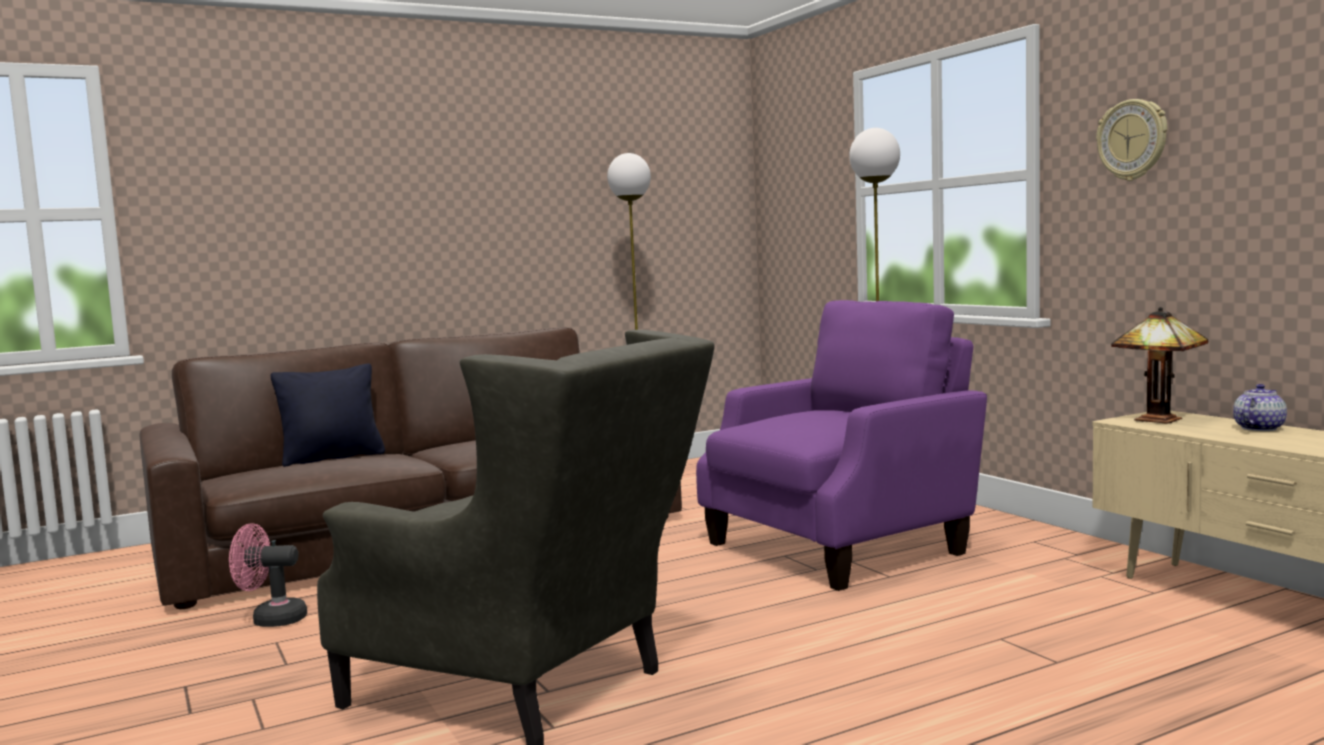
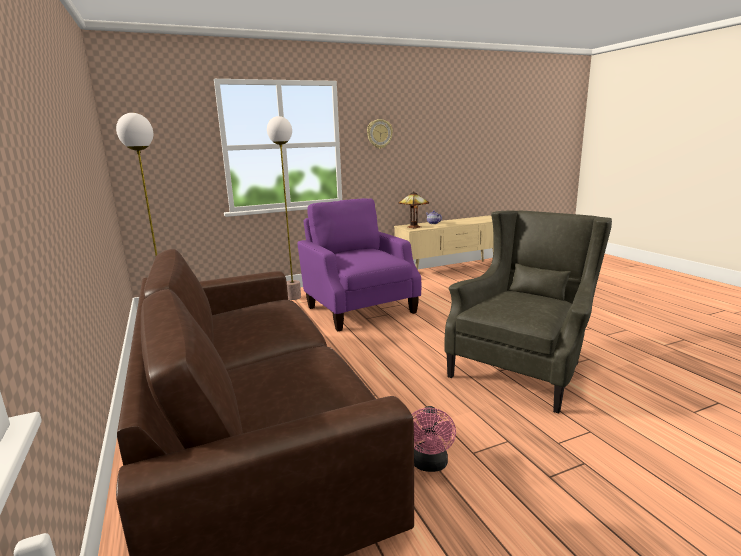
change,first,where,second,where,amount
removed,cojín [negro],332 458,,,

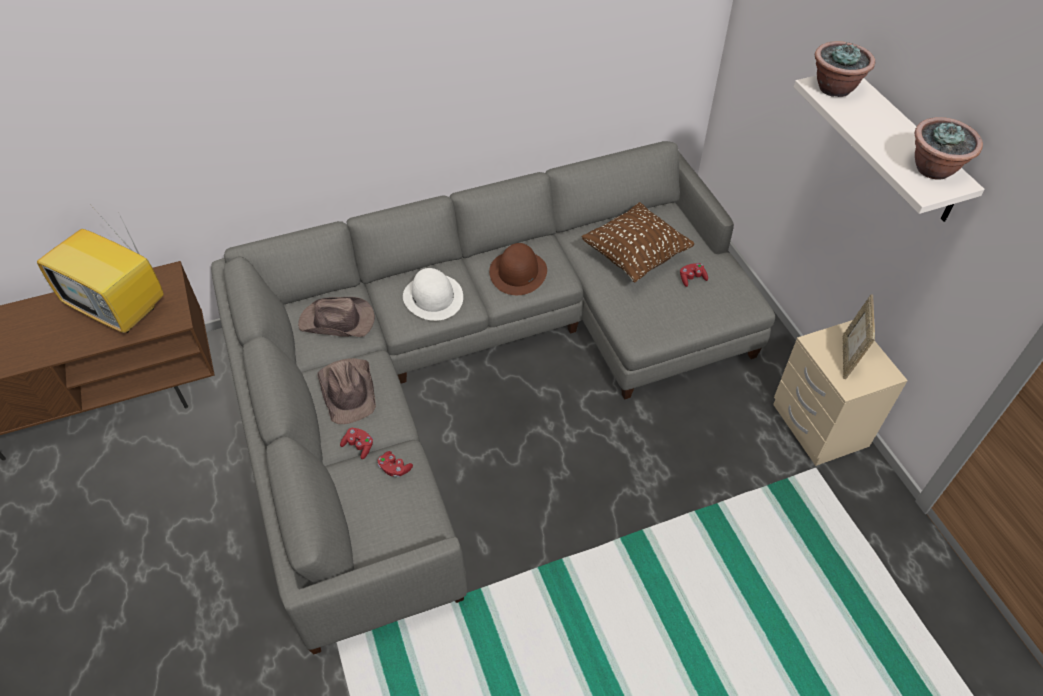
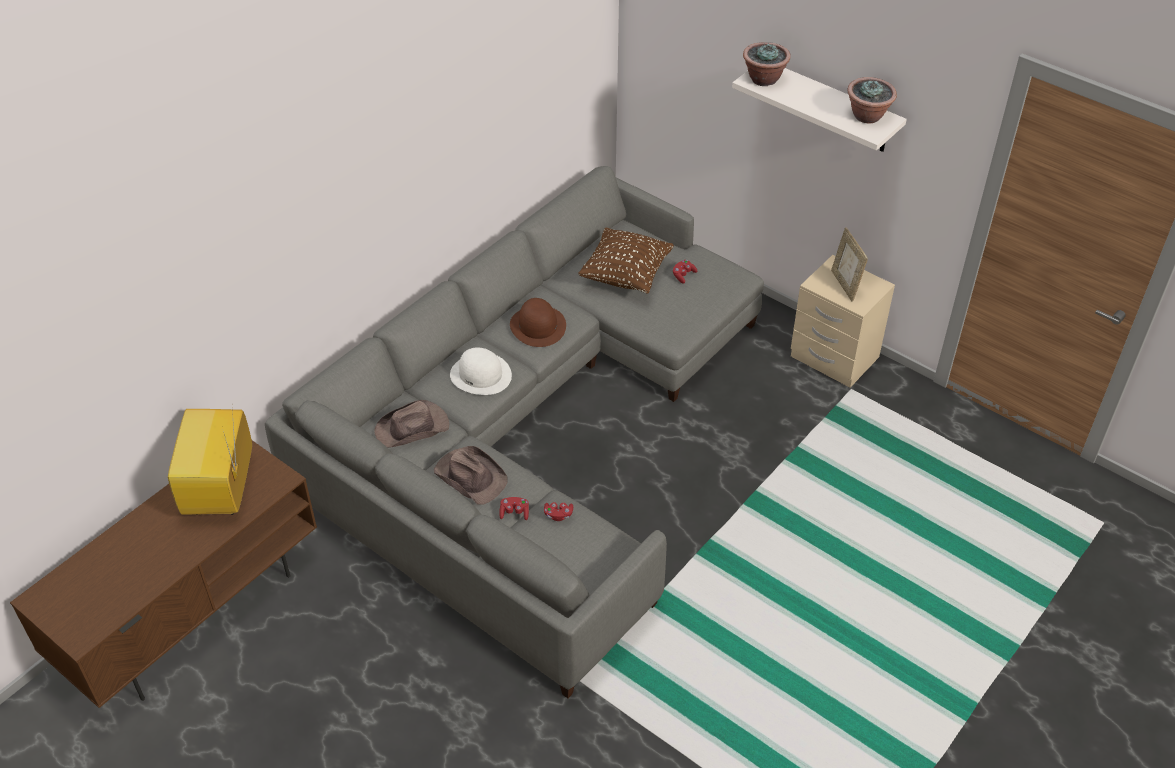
change,first,where,second,where,amount
turned,televisor,121 308,,221 491,90 degrees clockwise

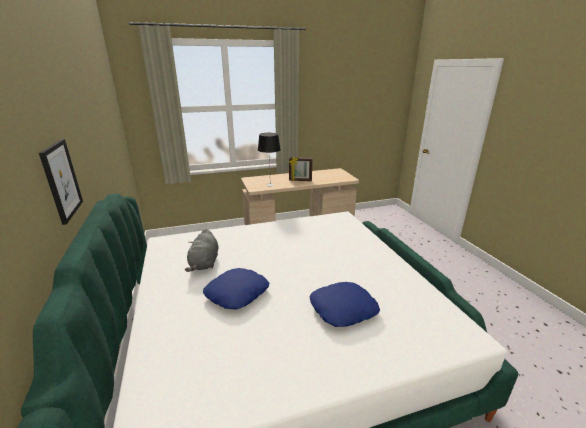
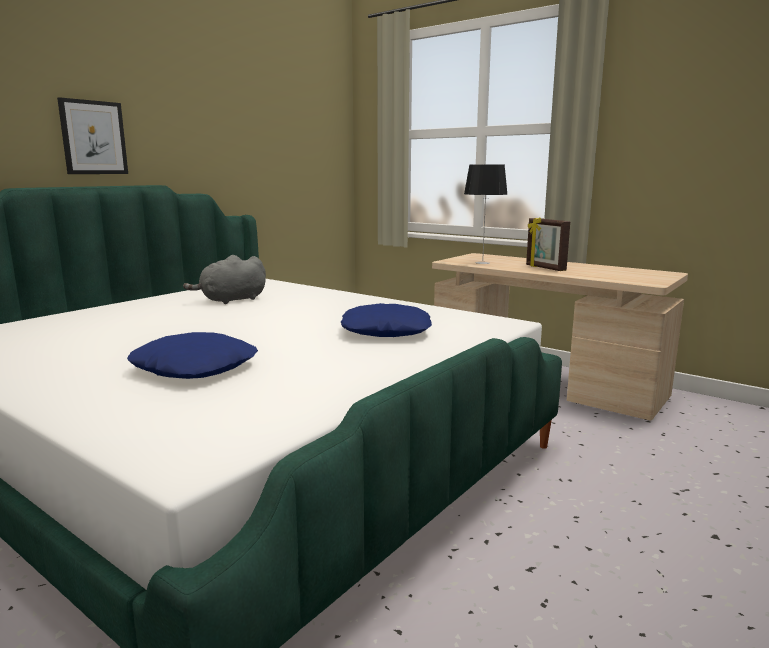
change,first,where,second,where,amount
moved,cojín [azul],236 293,,386 331,

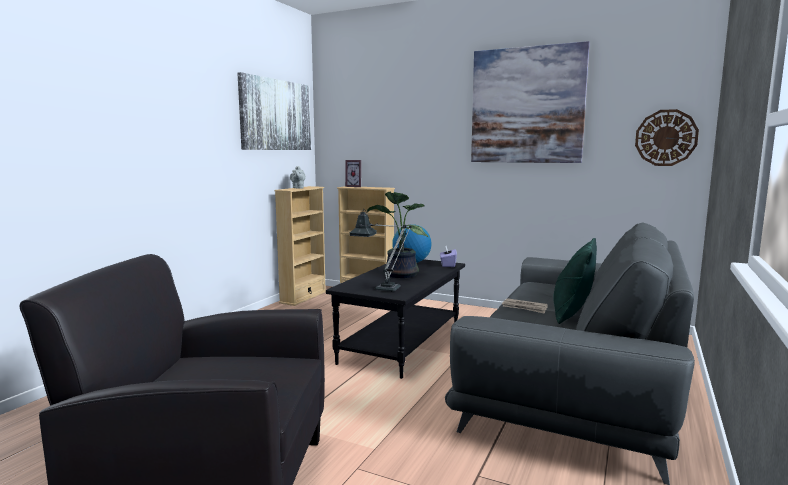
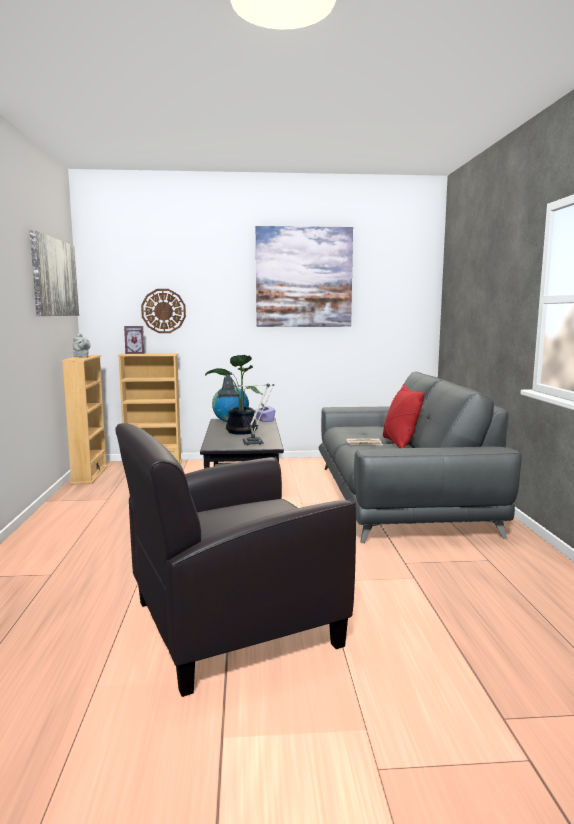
change,first,where,second,where,amount
moved,reloj de pared,666 138,,163 311,
recoloured,cojín [verde],572 314,cojín [rojo],399 443,

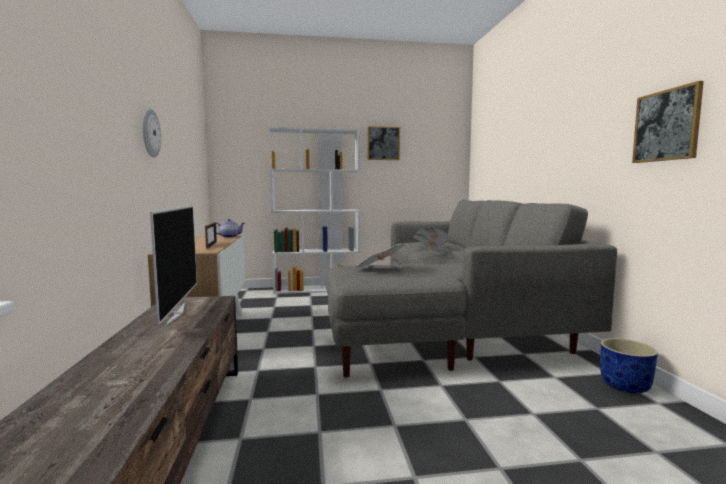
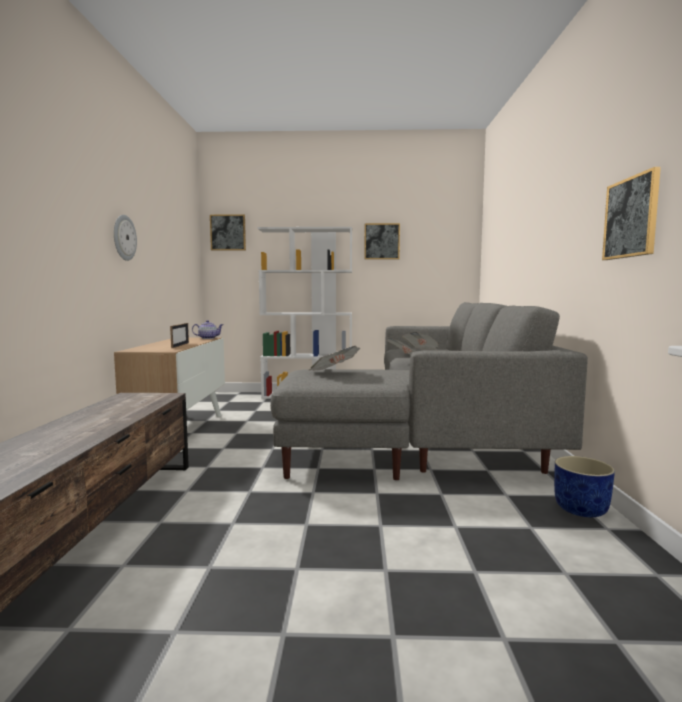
change,first,where,second,where,amount
added,,,cuadro,228 232,
removed,televisor,174 314,,,

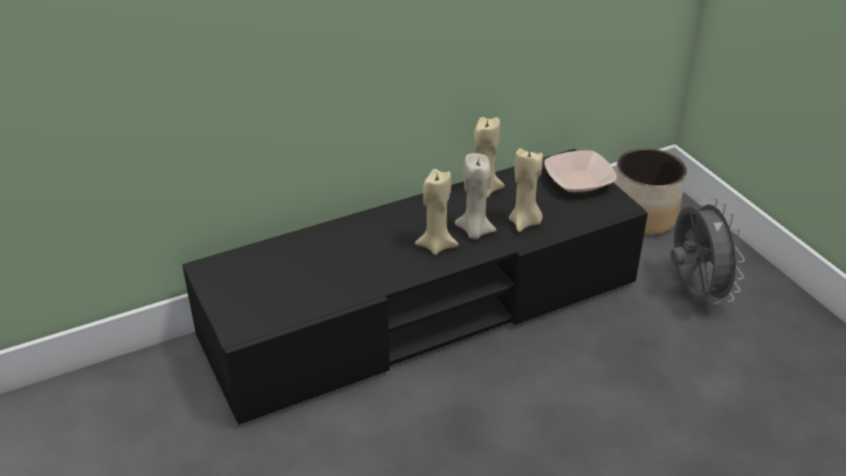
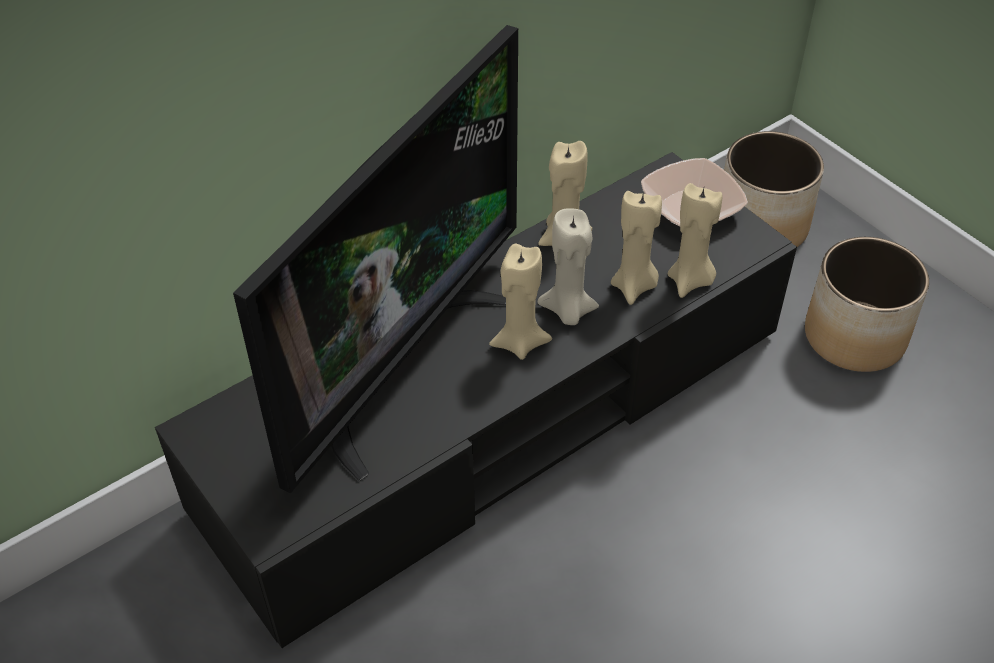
change,first,where,second,where,amount
added,,,televisor,396 364,
added,,,vela [beis],690 281,
replaced,ventilador [gris],693 293,maceta,853 336,

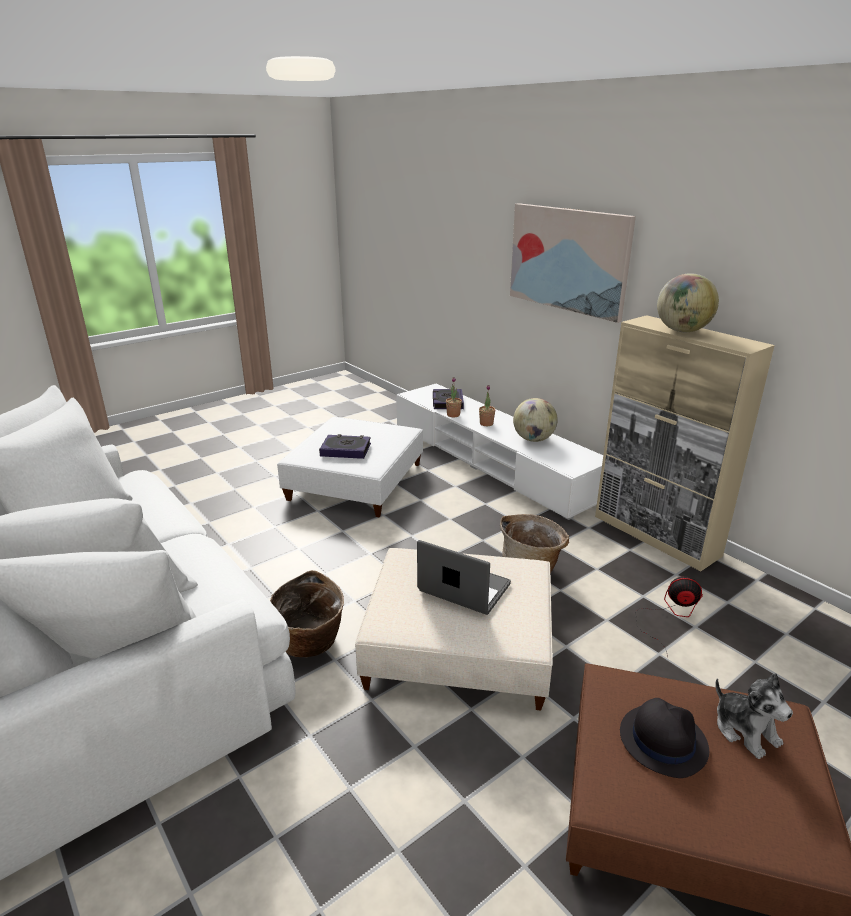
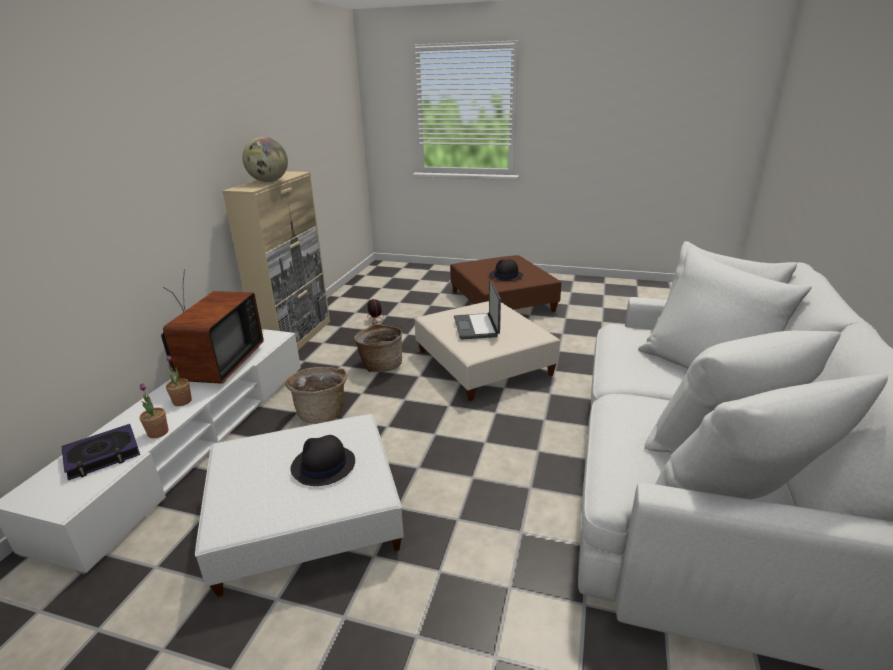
change,first,where,second,where,amount
replaced,globo terráqueo,533 439,televisor,217 365,
moved,cesta,311 643,,322 412,
replaced,libro,345 450,sombrero [negro],323 465,
removed,cuadro,568 259,,,
removed,peluche,745 730,,,

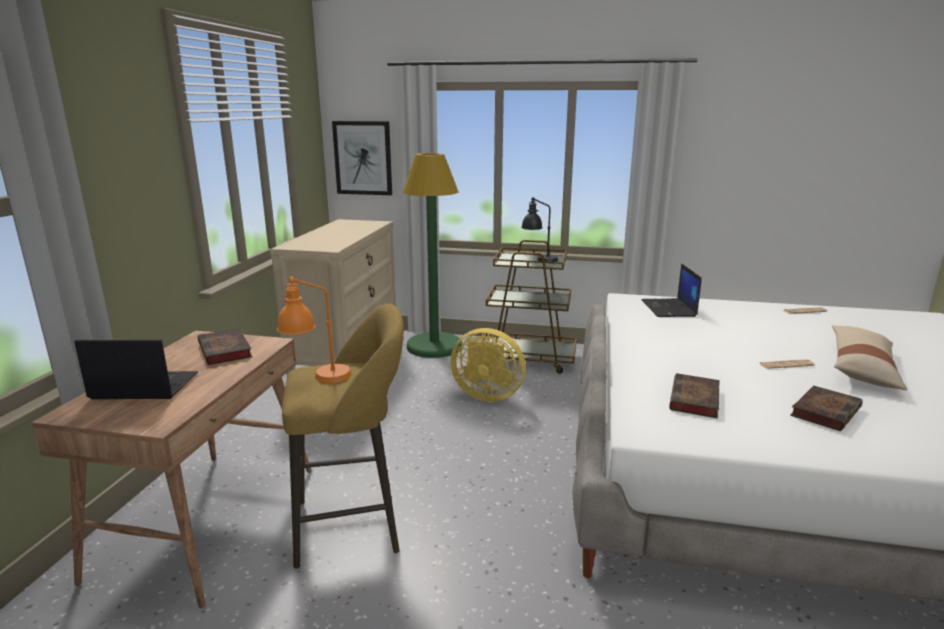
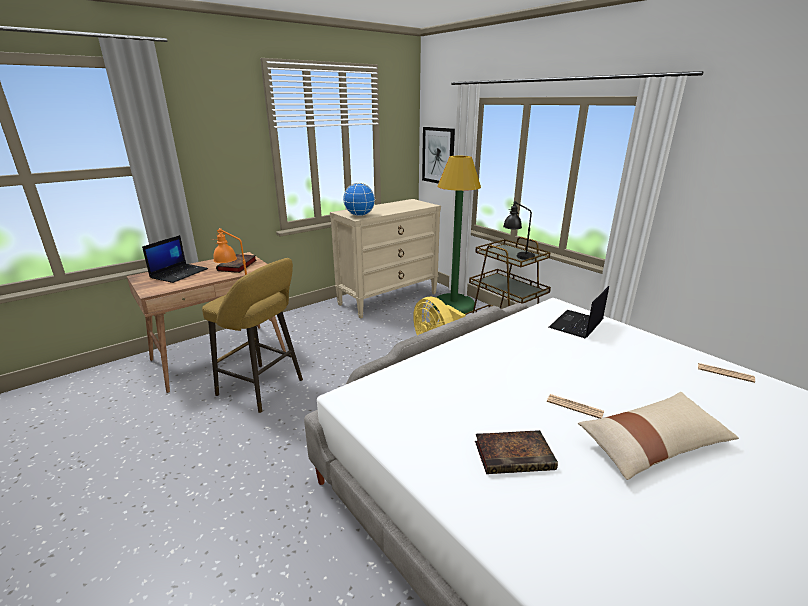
change,first,where,second,where,amount
turned,portátil,143 387,,179 273,75 degrees clockwise
added,,,globo terráqueo,359 215,
removed,libro,695 400,,,

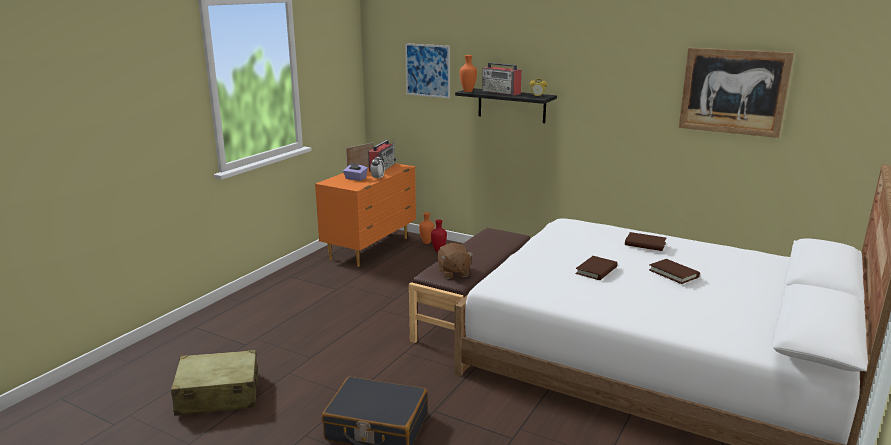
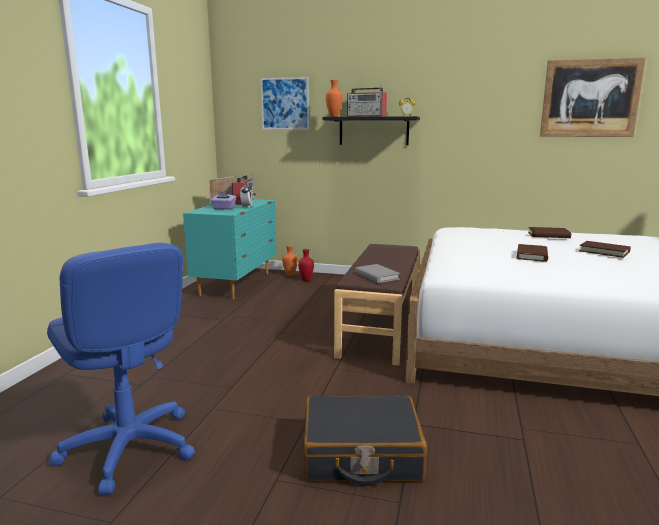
change,first,where,second,where,amount
replaced,maleta [beis],218 395,silla de oficina [azul],129 448,
recoloured,cómoda [naranja],371 248,cómoda [turquesa],237 284,
replaced,peluche [marrón],453 273,libro [gris],376 276,

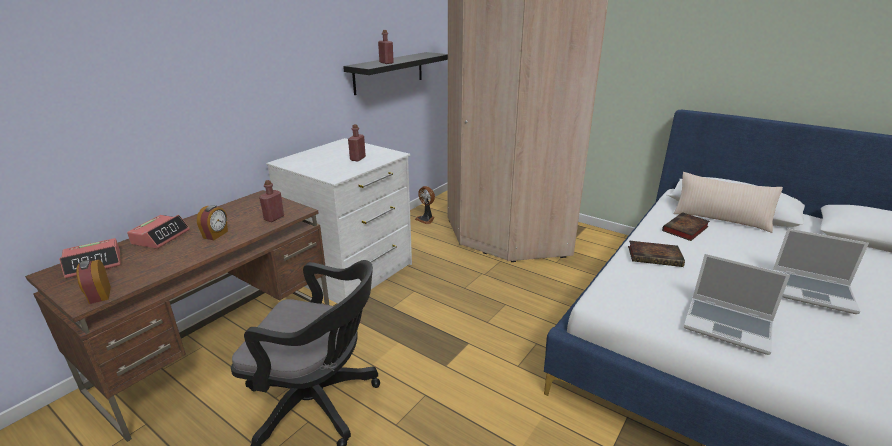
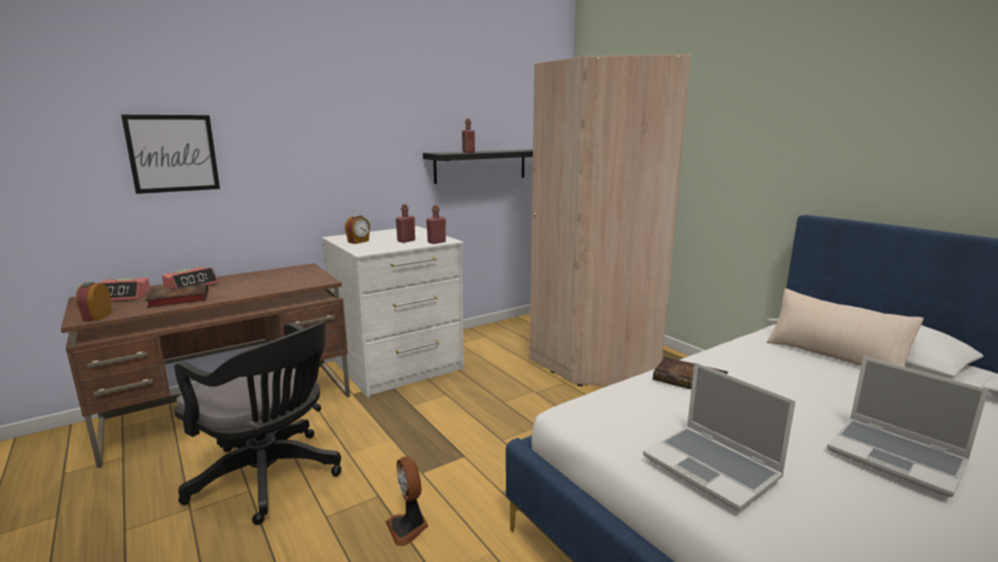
change,first,where,second,where,amount
added,,,cuadro,173 153,
moved,libro,685 229,,177 300,
moved,despertador,216 235,,358 242,
moved,ventilador,426 219,,408 527,
moved,botella [rojo],274 218,,436 242,

